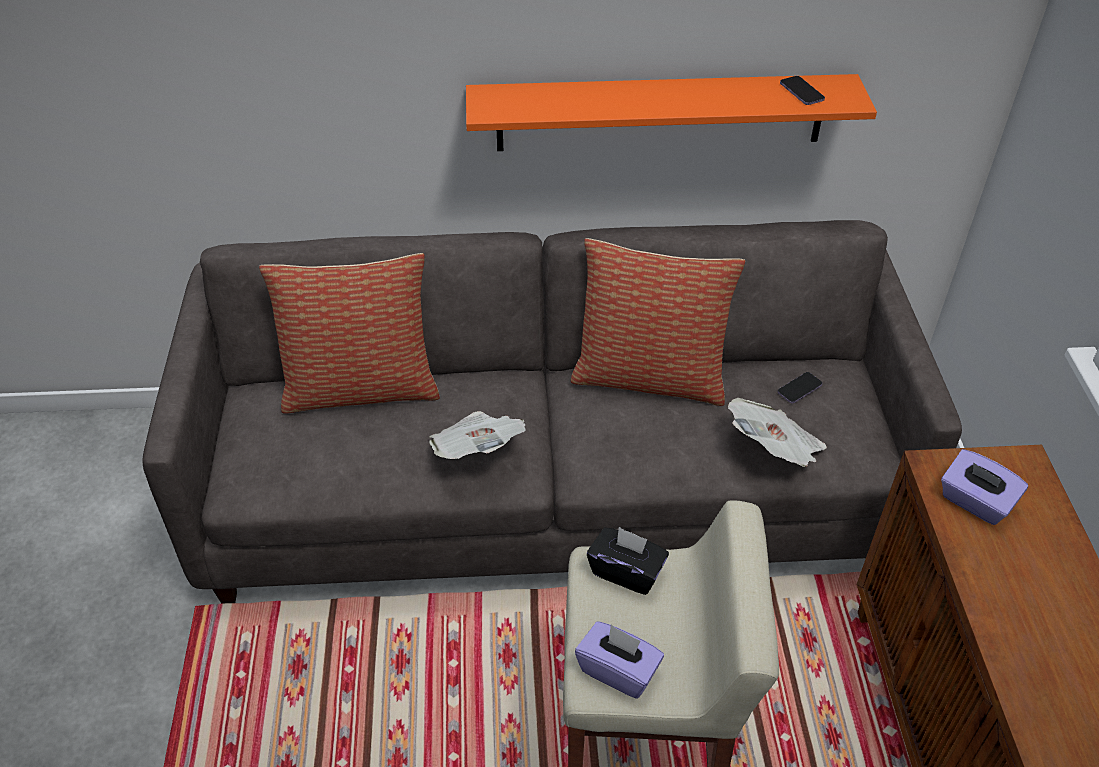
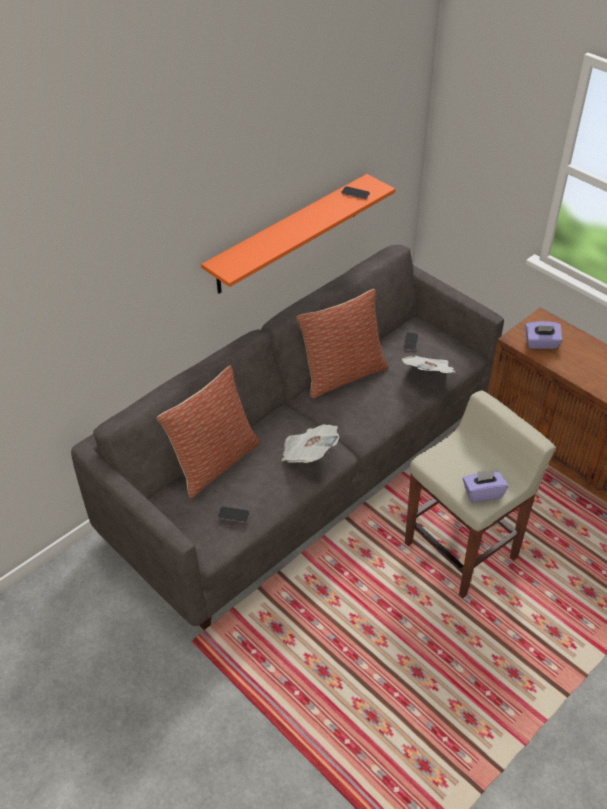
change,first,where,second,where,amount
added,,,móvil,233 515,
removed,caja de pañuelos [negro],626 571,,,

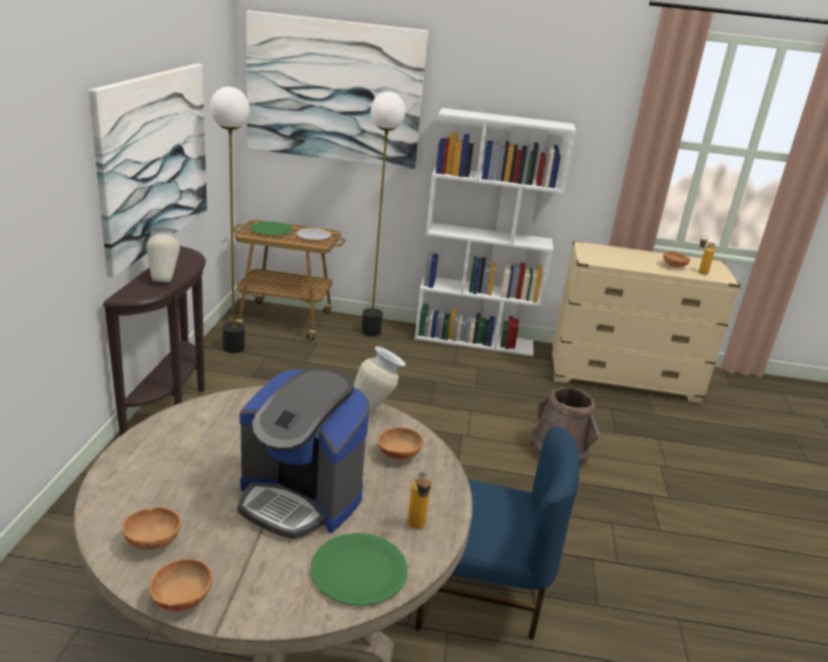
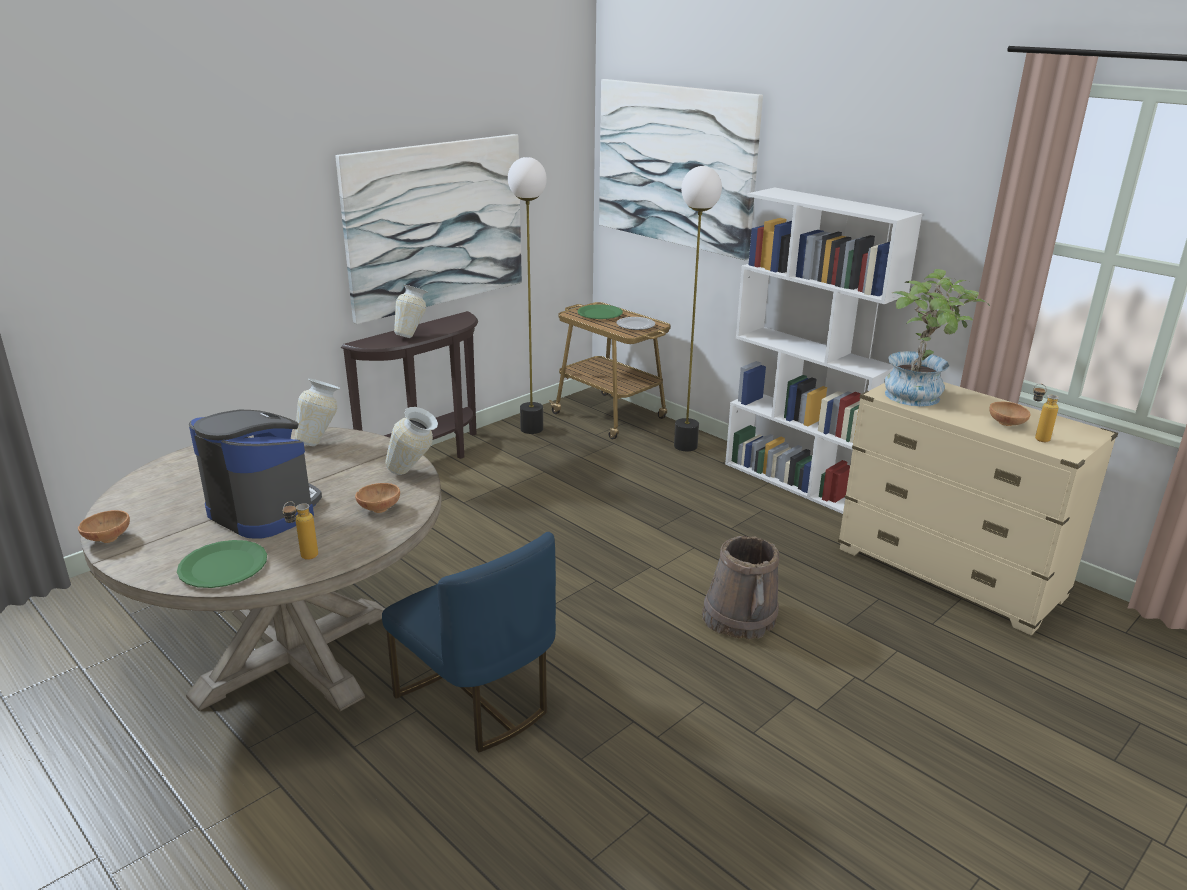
change,first,where,second,where,amount
turned,cafetera,300 498,,264 510,150 degrees clockwise
added,,,florero,322 441,
added,,,planta en maceta,919 398,
removed,cuenco [marrón],154 541,,,

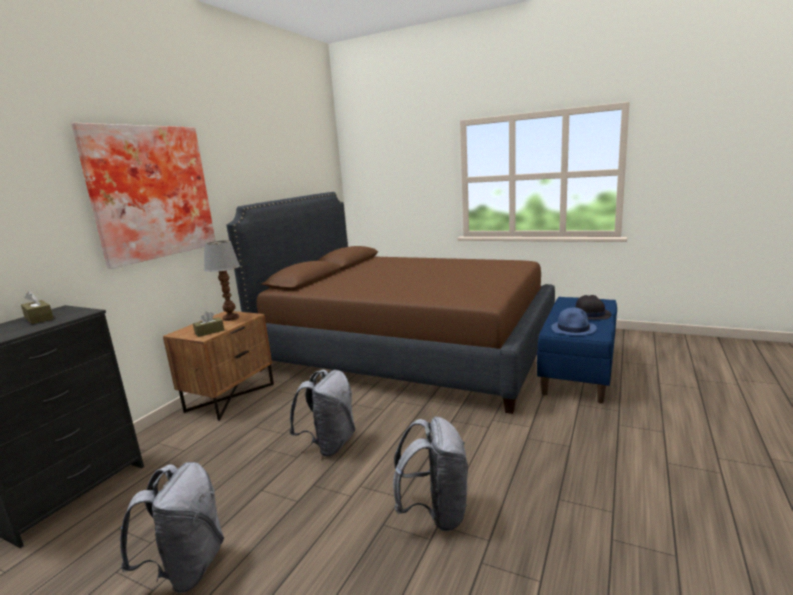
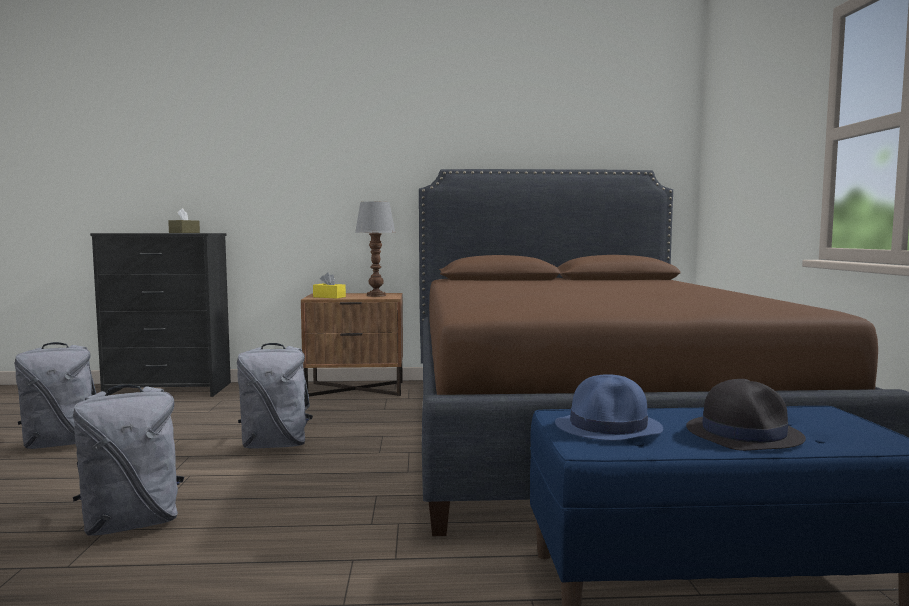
change,first,where,second,where,amount
recoloured,caja de pañuelos [marrón],209 332,caja de pañuelos [amarillo],329 297,
removed,cuadro,149 193,,,

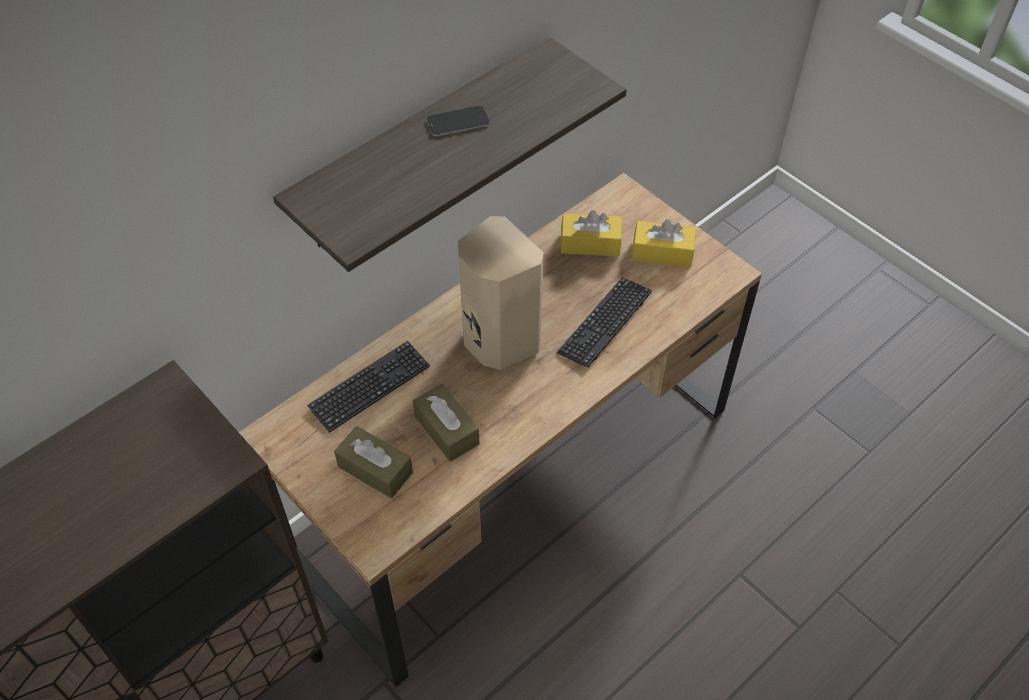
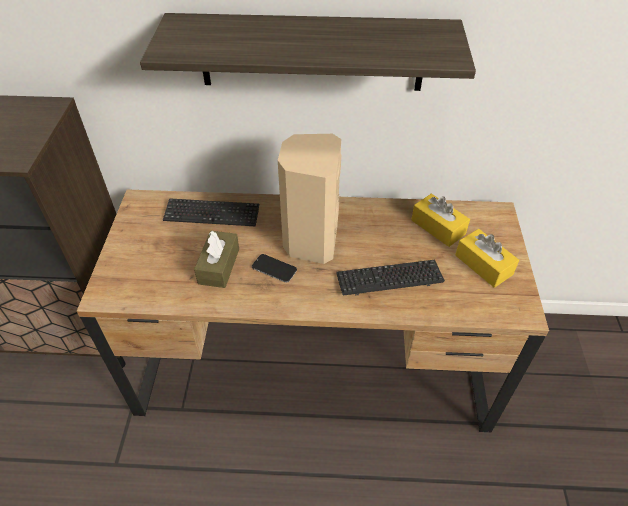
change,first,where,second,where,amount
moved,móvil,458 122,,274 269,
removed,caja de pañuelos [marrón],375 469,,,

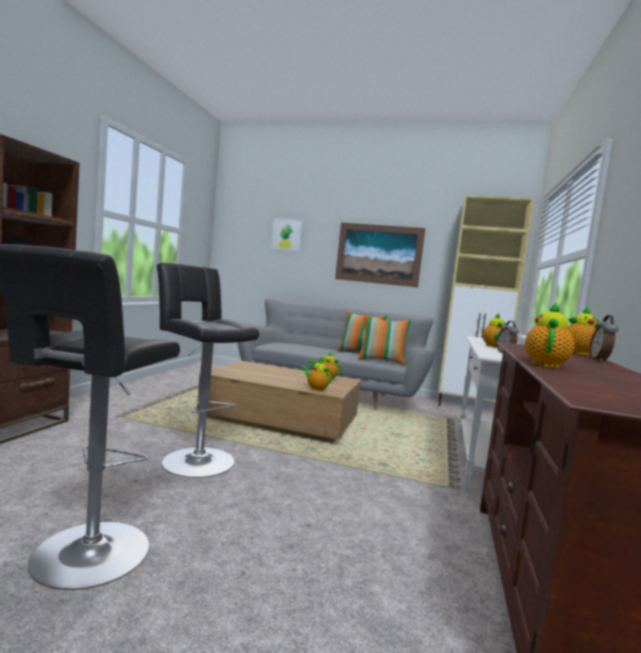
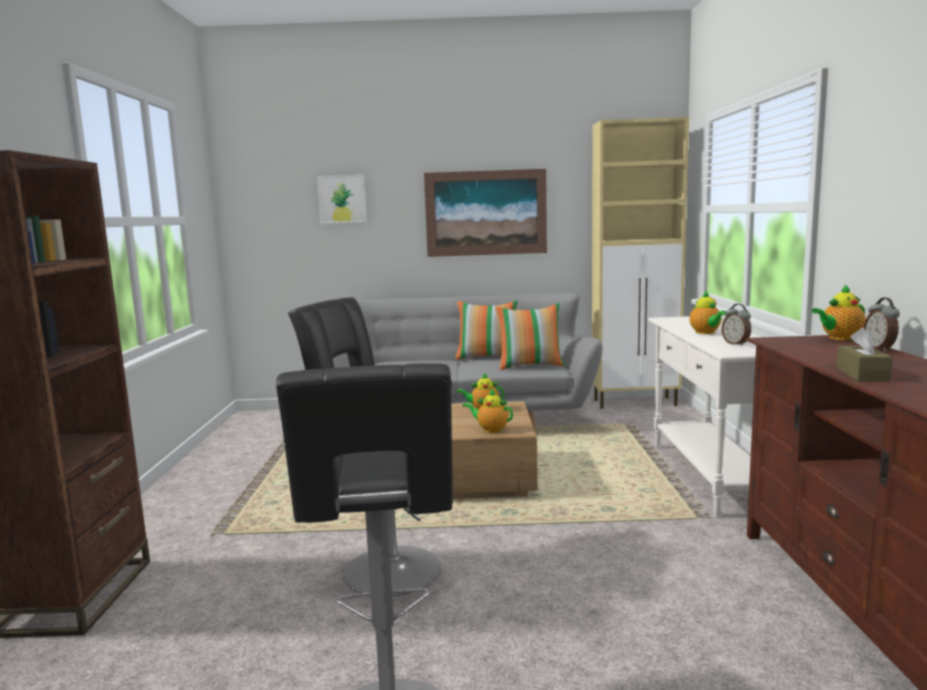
change,first,where,second,where,amount
replaced,tetera,545 364,caja de pañuelos [marrón],862 374,

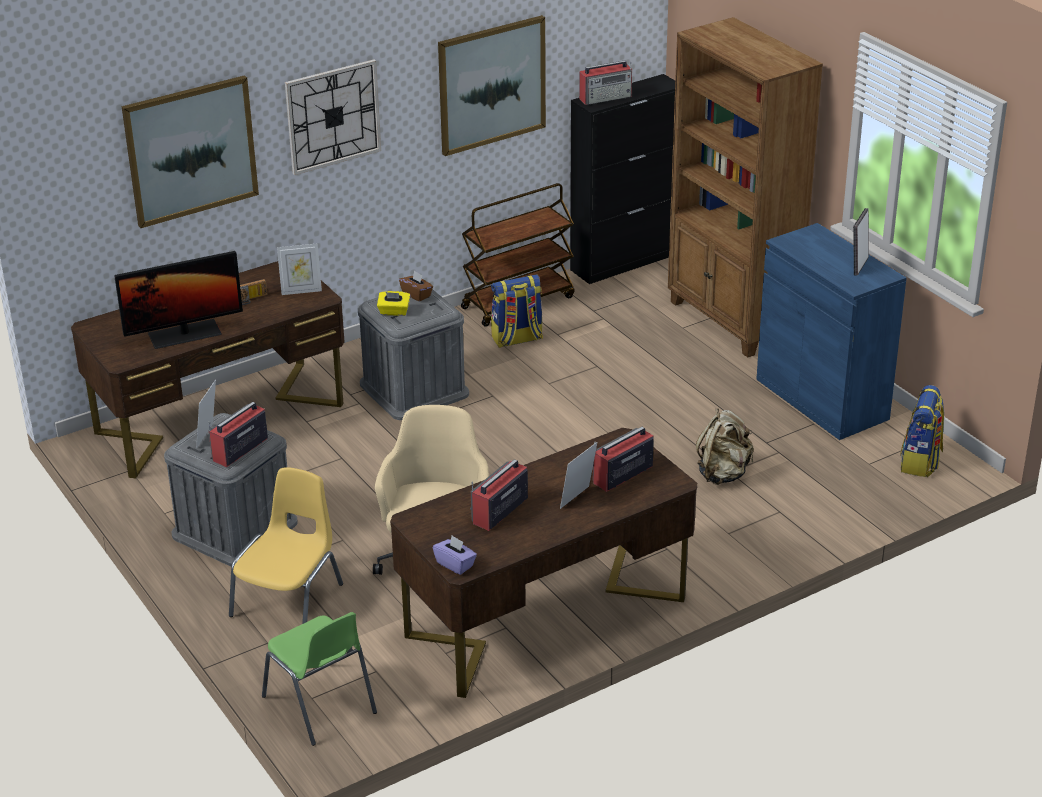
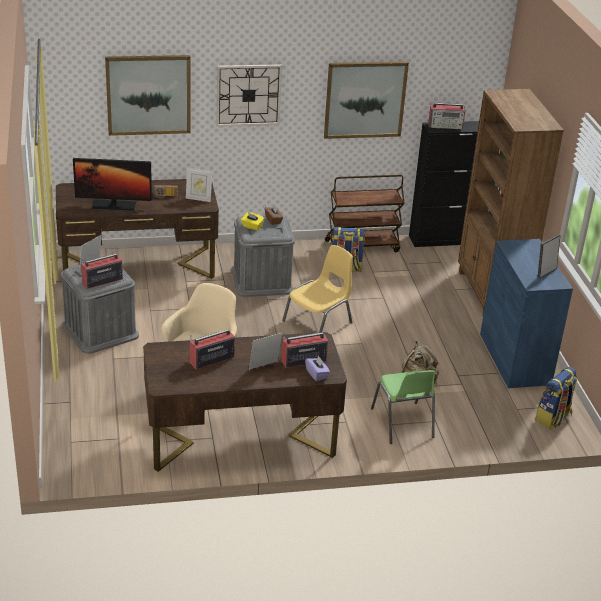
change,first,where,second,where,amount
moved,silla [amarillo],289 599,,319 322,
moved,caja de pañuelos [morado],455 564,,317 374,
moved,silla [verde],320 705,,402 424,

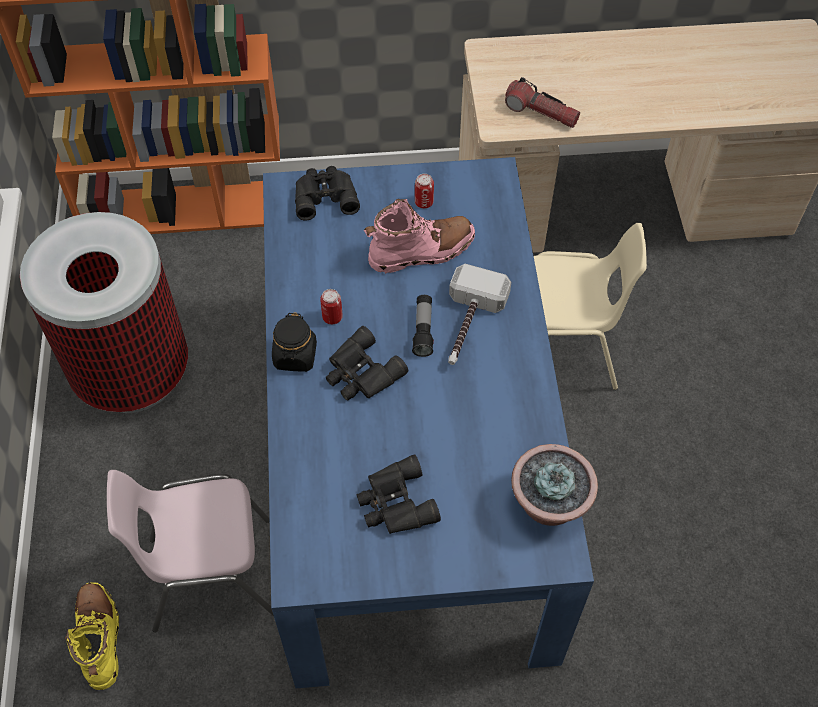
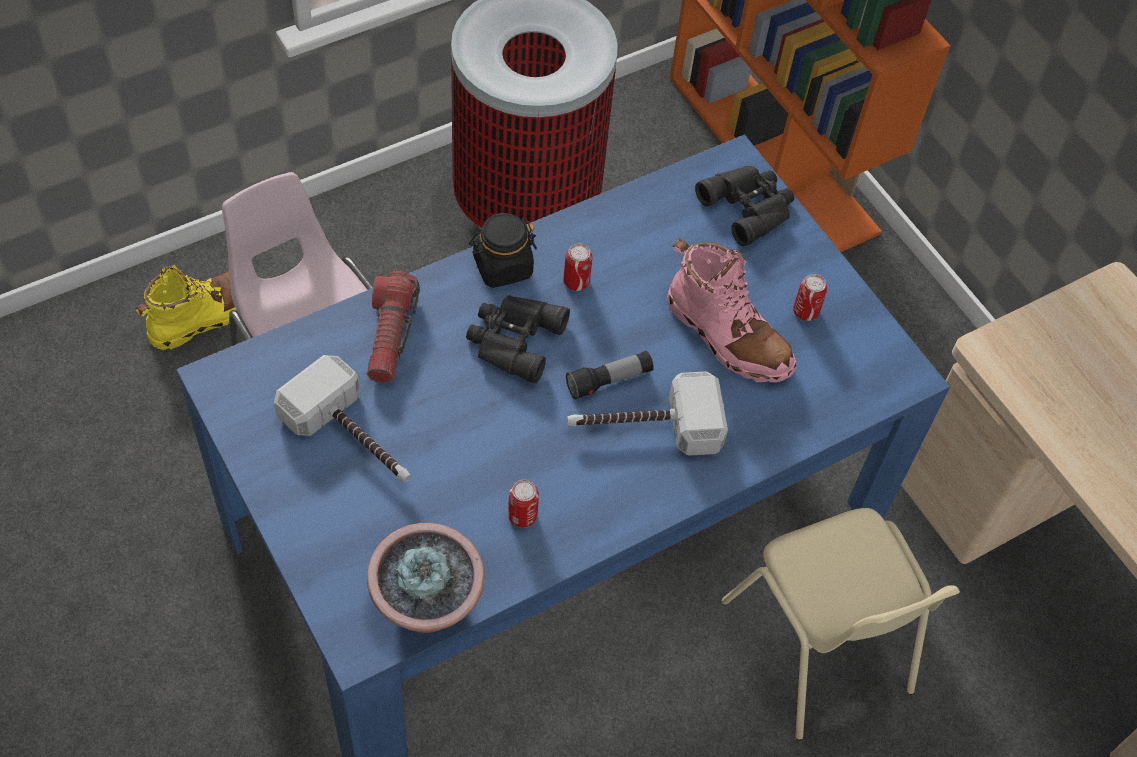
change,first,where,second,where,amount
replaced,prismáticos [negro],395 503,martillo,354 438,
moved,linterna,541 112,,390 335,
added,,,lata,522 515,

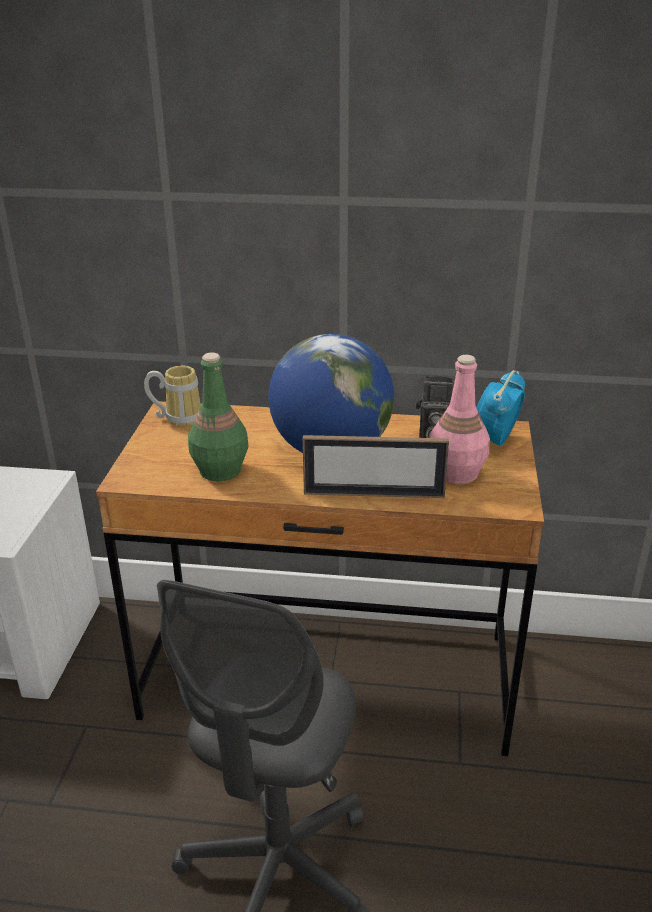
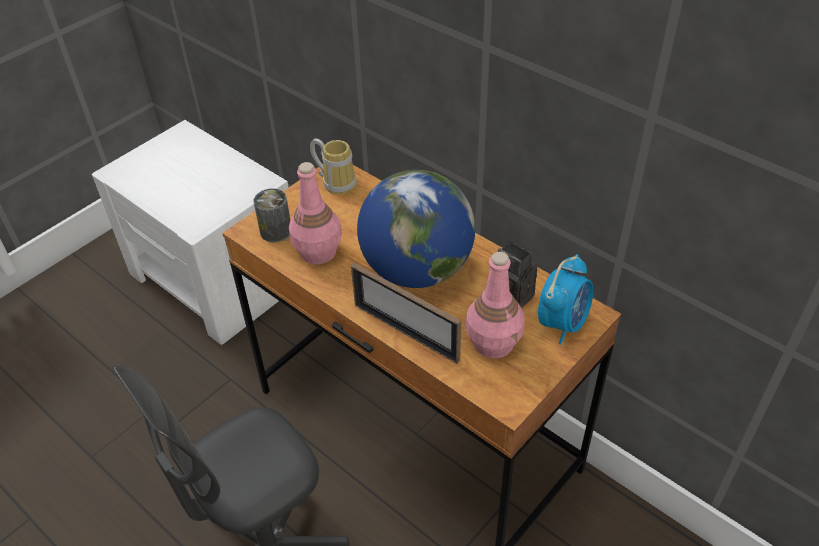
change,first,where,second,where,amount
added,,,lata,276 231,
recoloured,botella [verde],219 470,botella [rosa],317 252,
turned,despertador,494 441,,562 323,150 degrees clockwise

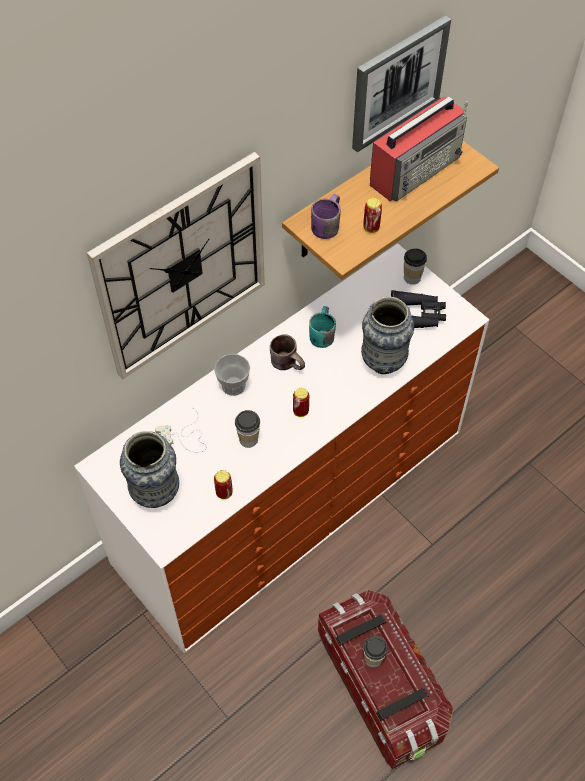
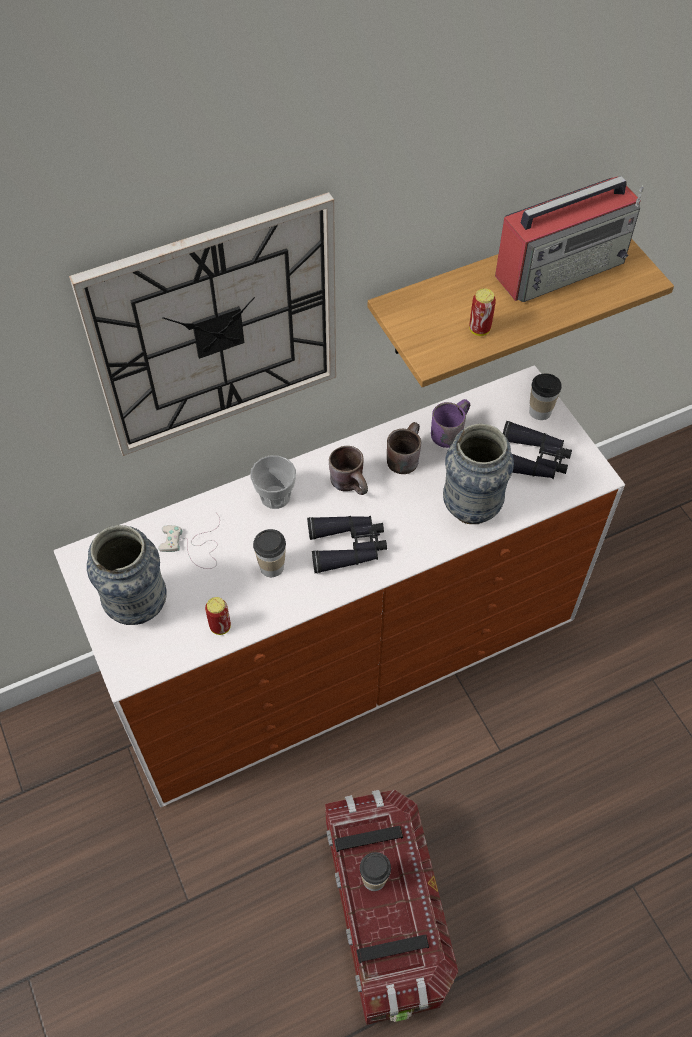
change,first,where,second,where,amount
replaced,lata,300 411,prismáticos [negro],347 547,
recoloured,taza grande [turquesa],320 333,taza grande [marrón],402 456,
moved,taza grande [morado],325 224,,448 430,
removed,cuadro,397 83,,,

